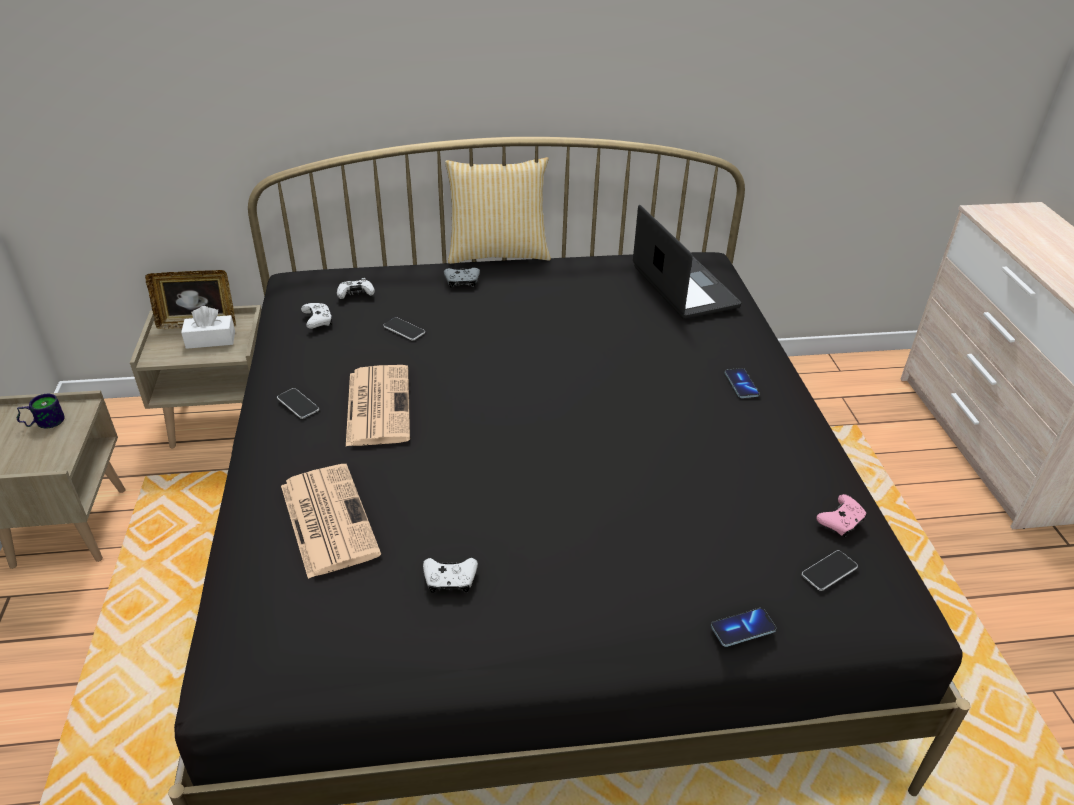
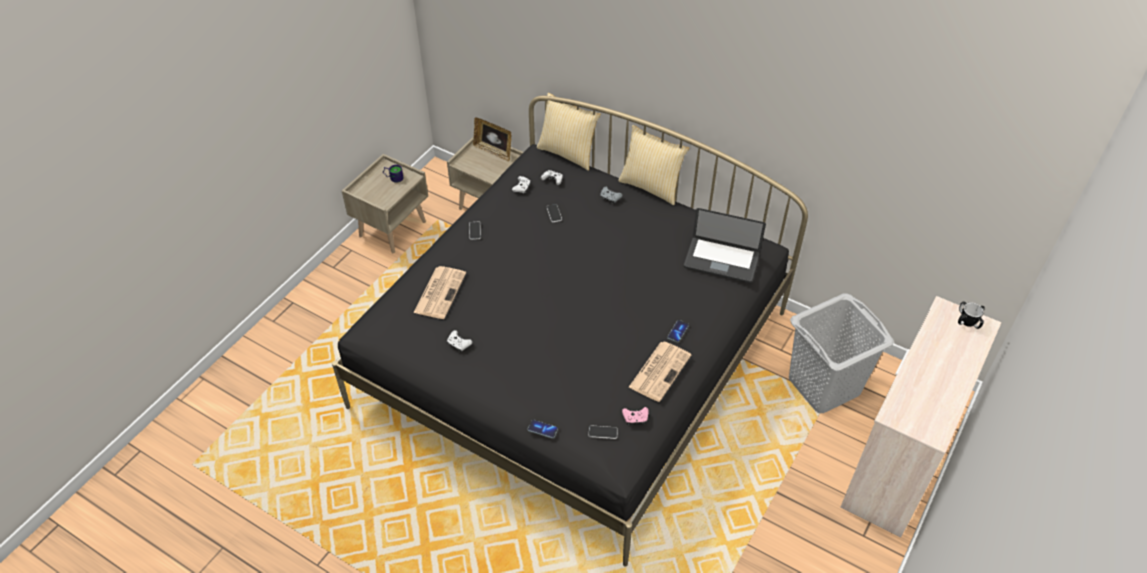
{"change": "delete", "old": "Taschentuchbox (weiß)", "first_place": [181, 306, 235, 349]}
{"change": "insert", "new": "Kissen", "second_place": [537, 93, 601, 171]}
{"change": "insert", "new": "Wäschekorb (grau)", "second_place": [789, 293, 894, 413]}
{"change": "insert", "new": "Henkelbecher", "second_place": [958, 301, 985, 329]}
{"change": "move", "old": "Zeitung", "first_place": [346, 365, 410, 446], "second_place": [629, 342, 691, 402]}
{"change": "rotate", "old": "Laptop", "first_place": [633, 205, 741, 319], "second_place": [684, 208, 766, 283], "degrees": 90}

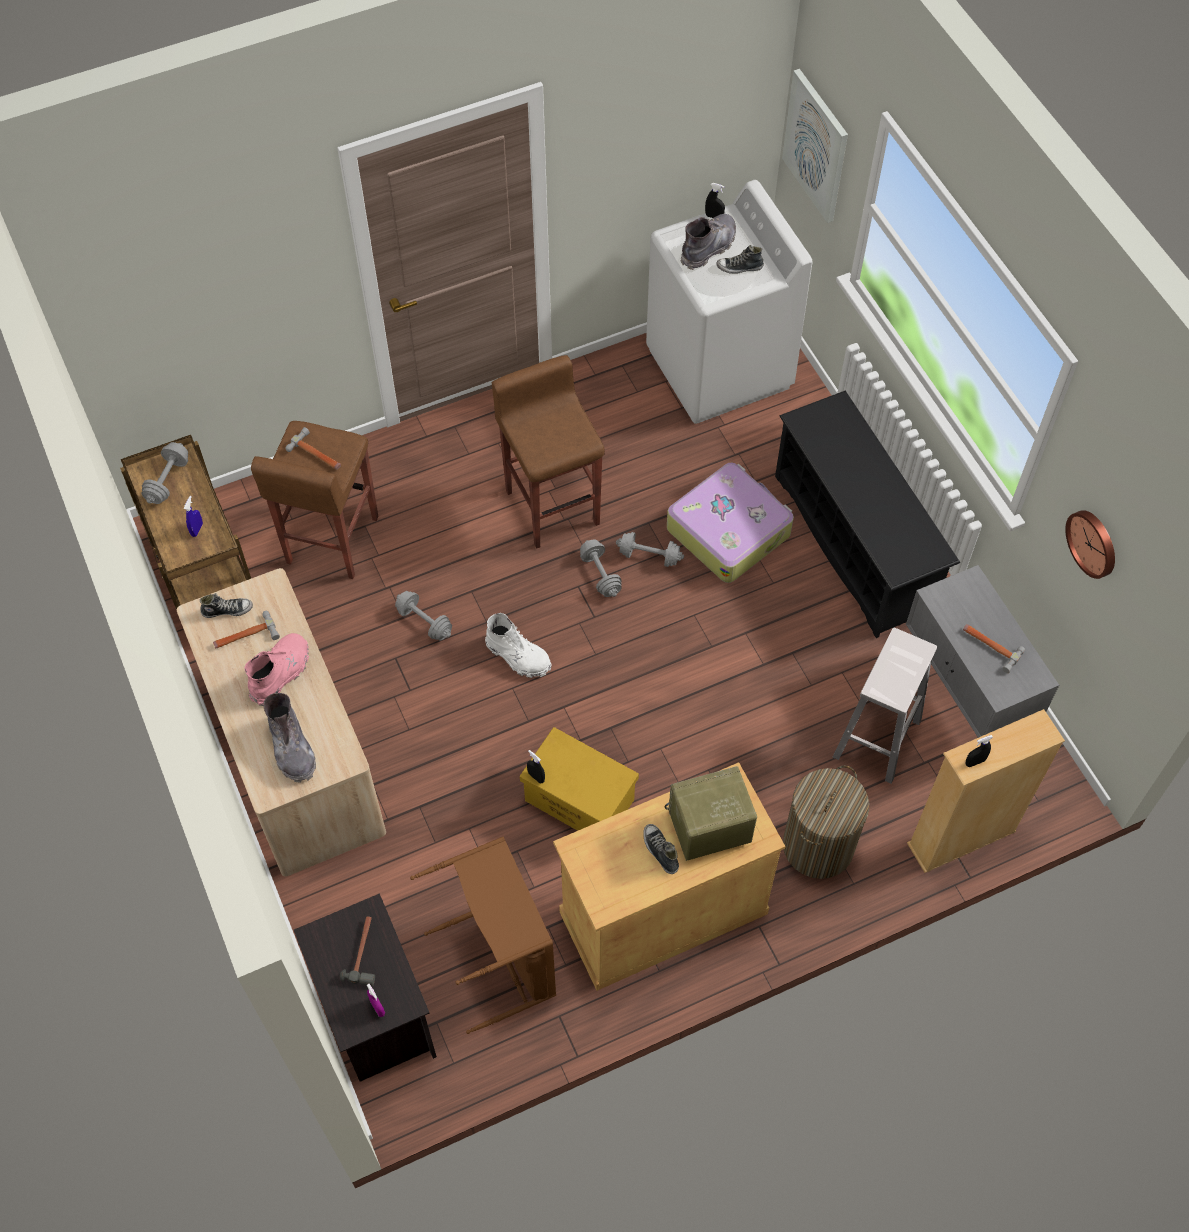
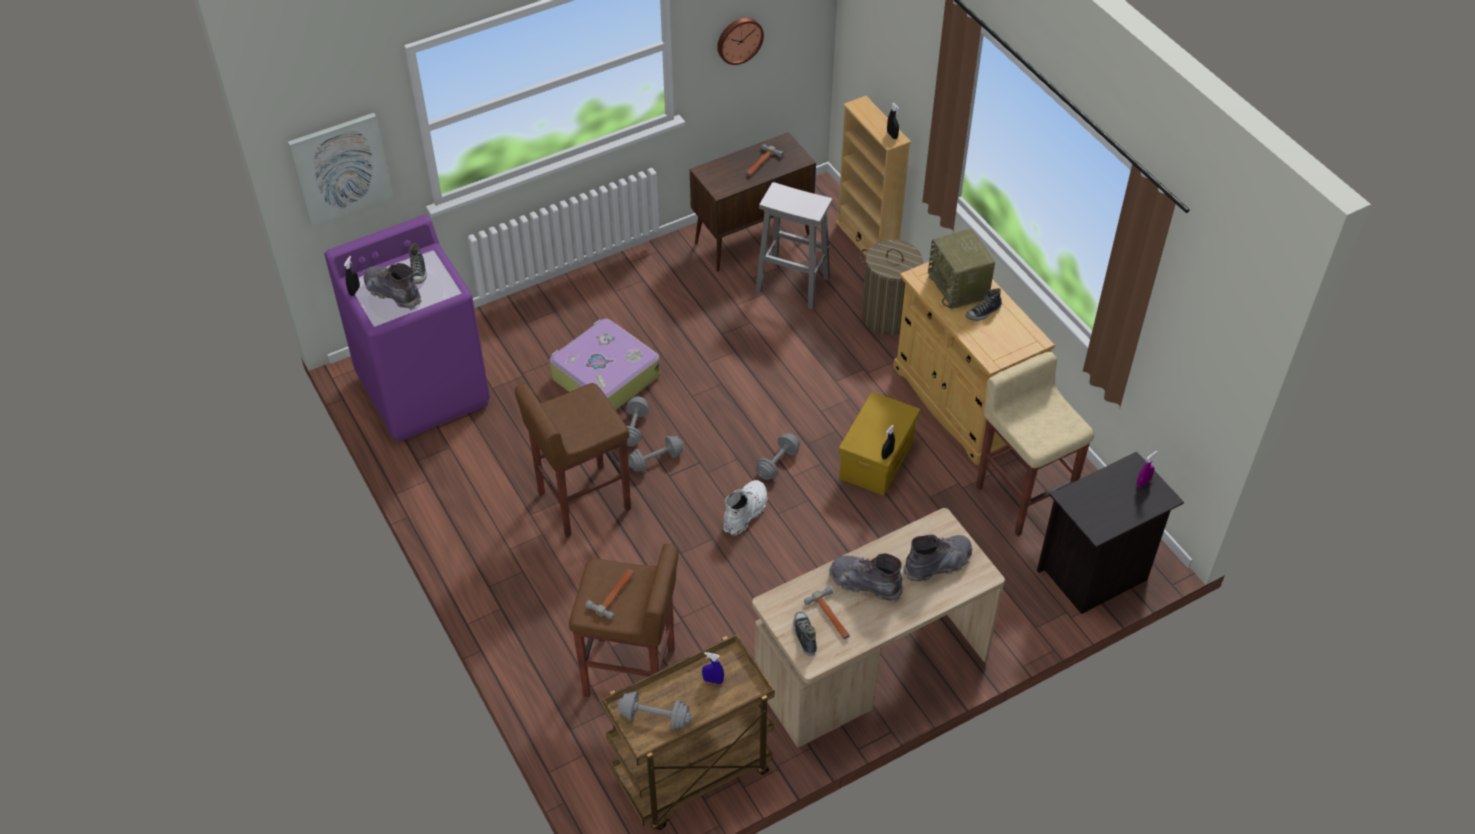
{"change": "delete", "old": "Hammer", "first_place": [340, 916, 375, 986]}
{"change": "delete", "old": "Schuhregal (schwarz)", "first_place": [775, 391, 960, 638]}
{"change": "move", "old": "Hantel (grau)", "first_place": [395, 591, 452, 641], "second_place": [756, 433, 800, 480]}
{"change": "replace", "old": "Wäschekorb (braun)", "new": "Hocker (beige)", "first_place": [410, 837, 556, 1034], "second_place": [976, 352, 1094, 536]}
{"change": "recolor", "old": "Stiefel (rosa)", "new": "Stiefel (grau)", "first_place": [245, 633, 309, 706], "second_place": [829, 553, 903, 602]}
{"change": "recolor", "old": "Waschmaschine (weiß)", "new": "Waschmaschine (lila)", "first_place": [646, 180, 812, 424], "second_place": [324, 215, 490, 442]}
{"change": "recolor", "old": "Schrank (grau)", "new": "Schrank (braun)", "first_place": [906, 565, 1059, 738], "second_place": [690, 132, 816, 272]}

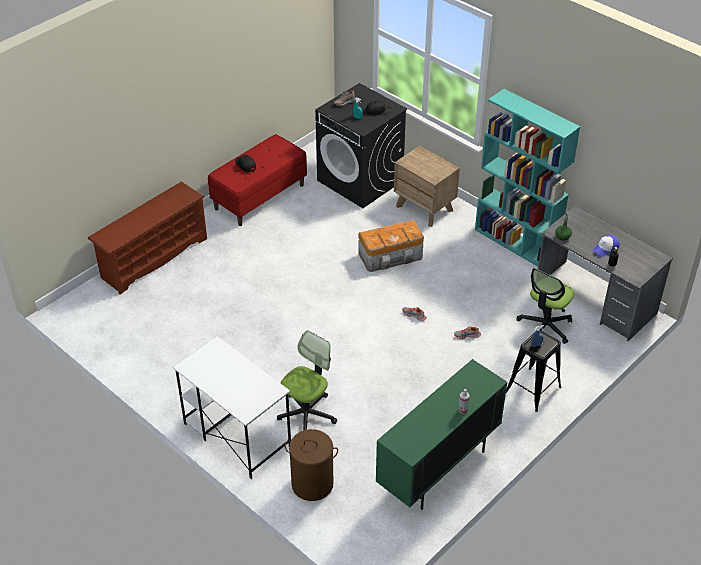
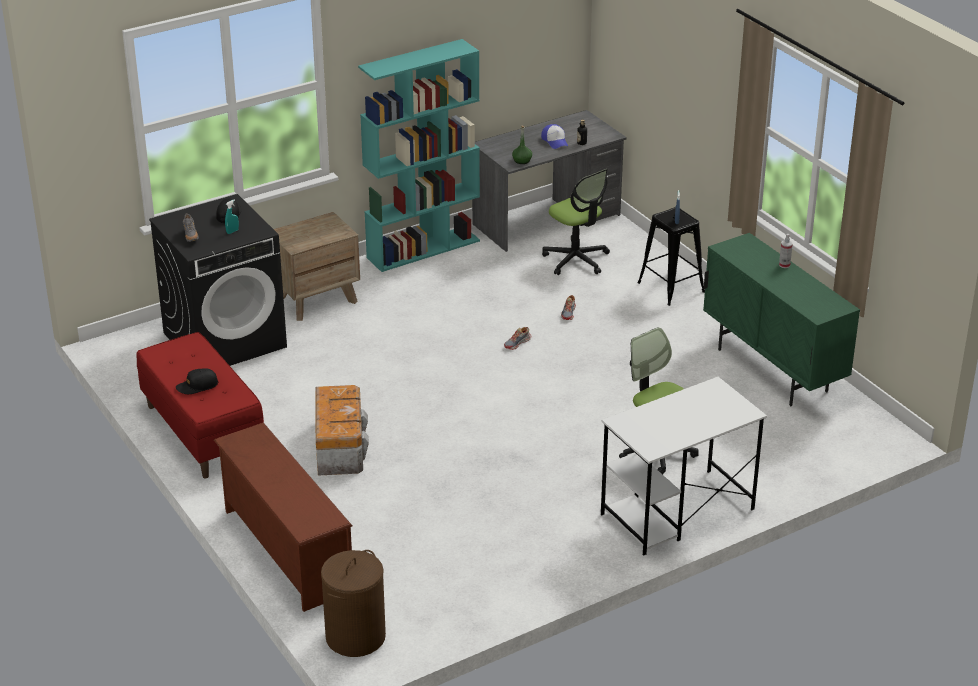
{"change": "move", "old": "Wäschekorb (braun)", "first_place": [285, 429, 338, 501], "second_place": [321, 550, 386, 657]}
{"change": "move", "old": "Aufbewahrungsbox", "first_place": [358, 220, 424, 272], "second_place": [316, 385, 369, 476]}

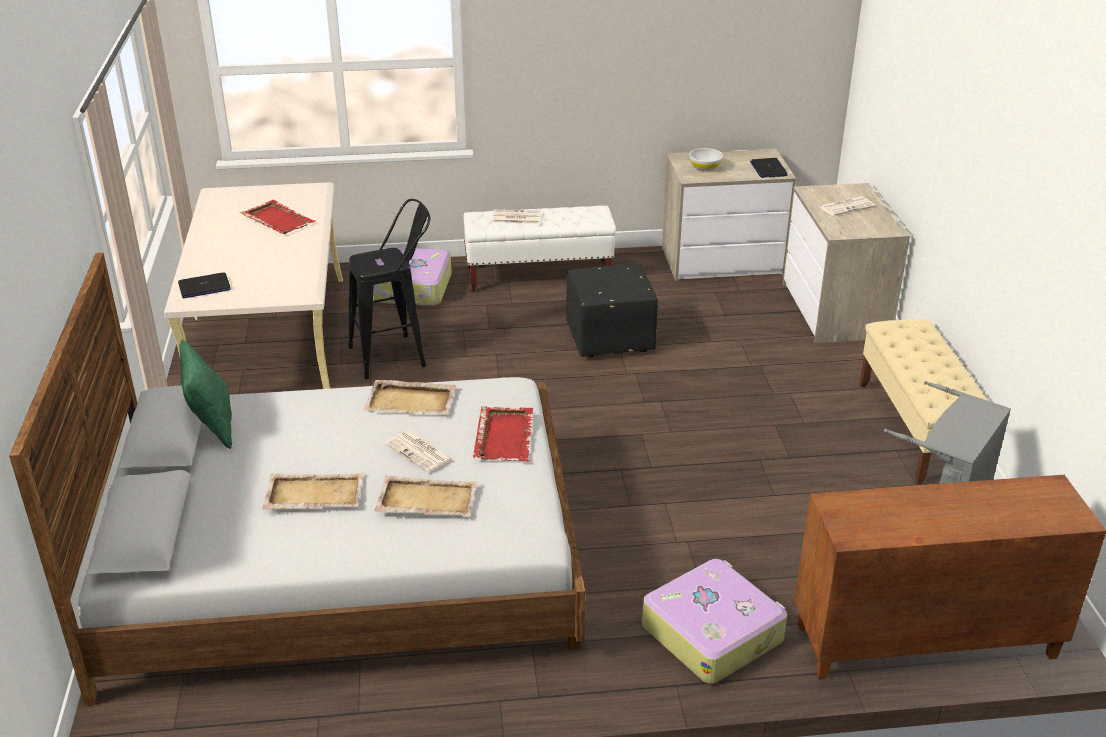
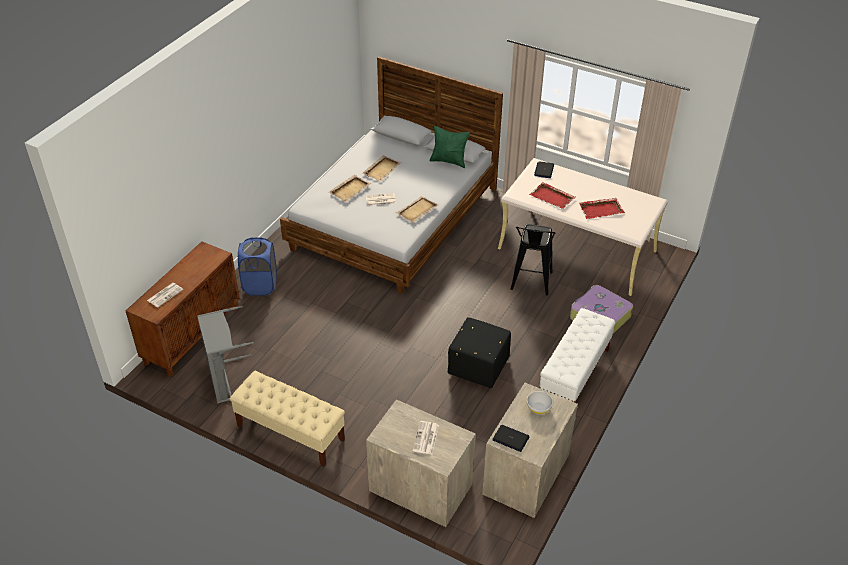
{"change": "move", "old": "Tablett (rot)", "first_place": [473, 406, 533, 462], "second_place": [529, 182, 575, 209]}
{"change": "move", "old": "Zeitung", "first_place": [492, 209, 541, 224], "second_place": [147, 283, 183, 308]}
{"change": "replace", "old": "Koffer", "new": "Wäschekorb (blau)", "first_place": [642, 559, 787, 684], "second_place": [238, 237, 277, 296]}

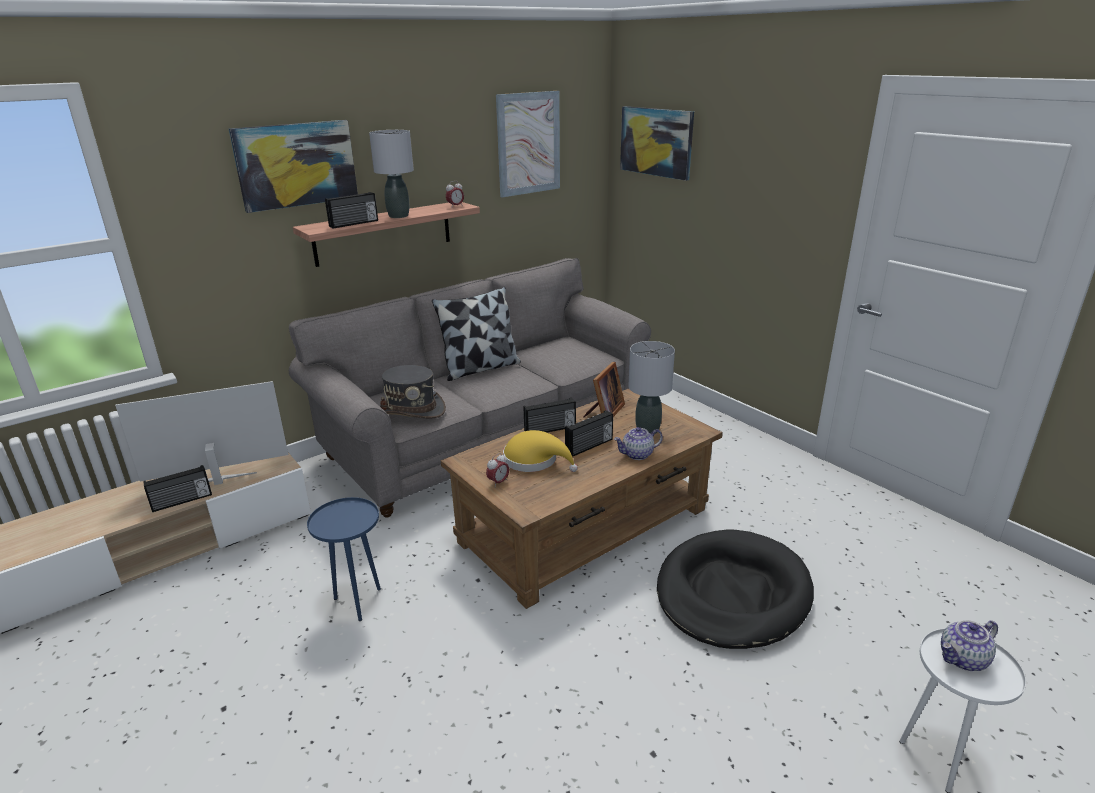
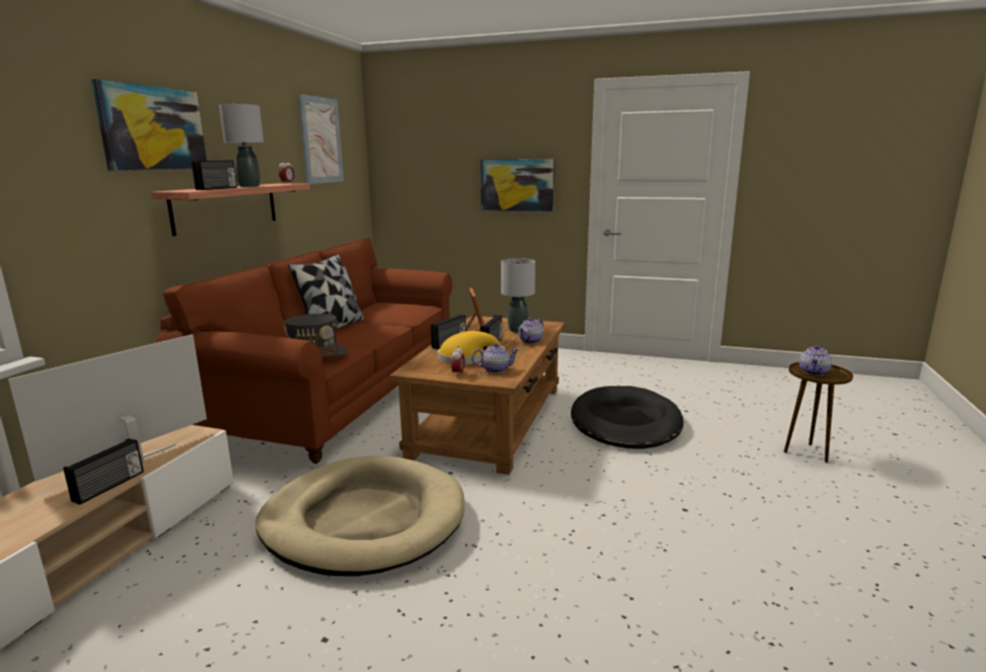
{"change": "insert", "new": "Teekanne", "second_place": [472, 343, 520, 373]}
{"change": "move", "old": "Bild", "first_place": [620, 106, 694, 181], "second_place": [480, 159, 555, 212]}
{"change": "replace", "old": "Beistelltisch (blau)", "new": "Hundebett (beige)", "first_place": [307, 497, 381, 621], "second_place": [255, 456, 464, 576]}
{"change": "recolor", "old": "Sofa (grau)", "new": "Sofa (braun)", "first_place": [289, 258, 651, 518], "second_place": [156, 238, 452, 464]}
{"change": "recolor", "old": "Beistelltisch (weiß)", "new": "Beistelltisch (braun)", "first_place": [899, 628, 1026, 793], "second_place": [784, 362, 853, 463]}

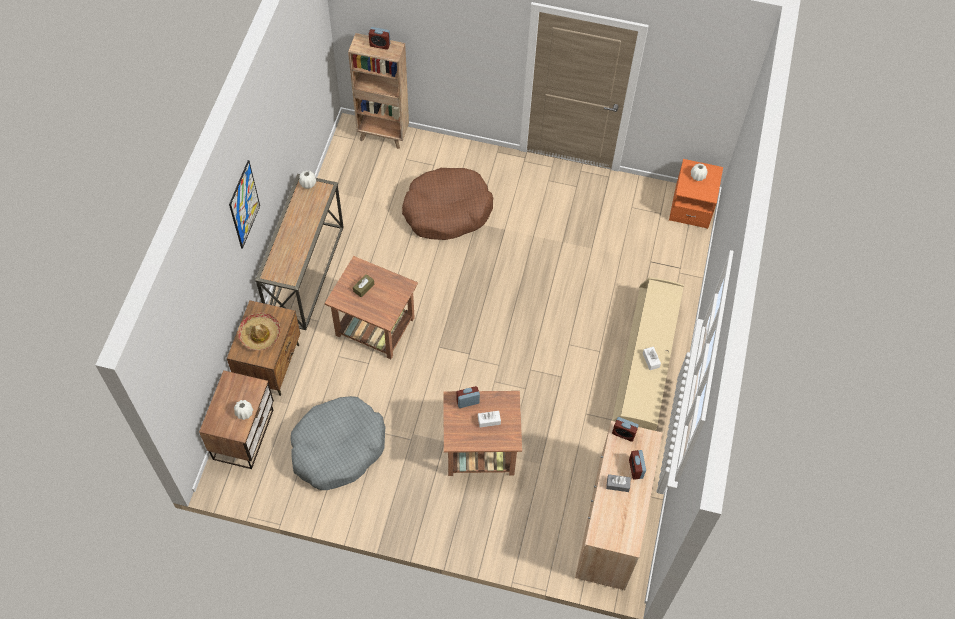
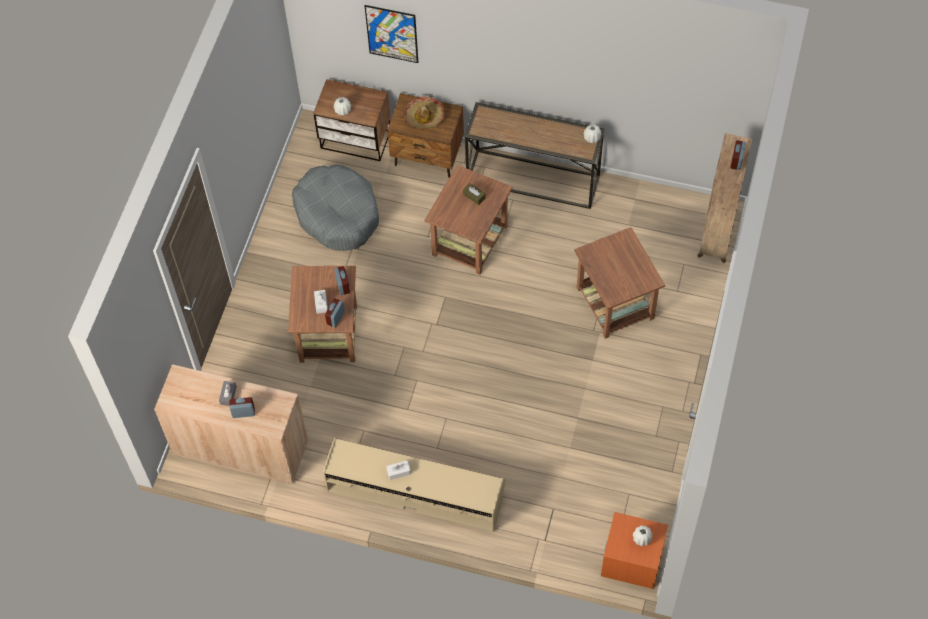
{"change": "move", "old": "Bild", "first_place": [229, 160, 260, 249], "second_place": [365, 5, 418, 63]}
{"change": "move", "old": "Wecker", "first_place": [612, 417, 639, 442], "second_place": [325, 298, 345, 328]}
{"change": "replace", "old": "Hundebett (braun)", "new": "Beistelltisch (braun)", "first_place": [402, 168, 493, 240], "second_place": [574, 227, 665, 339]}

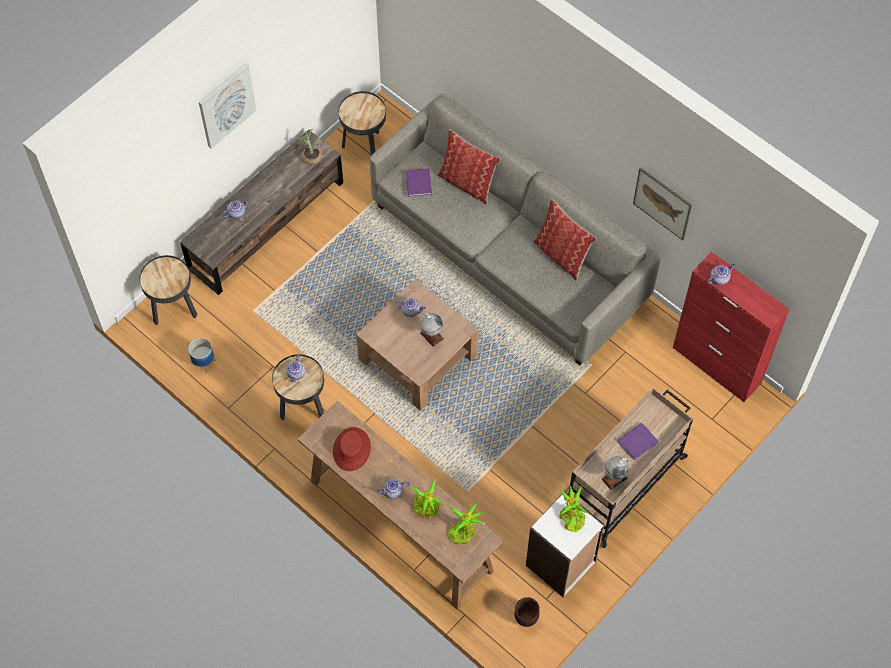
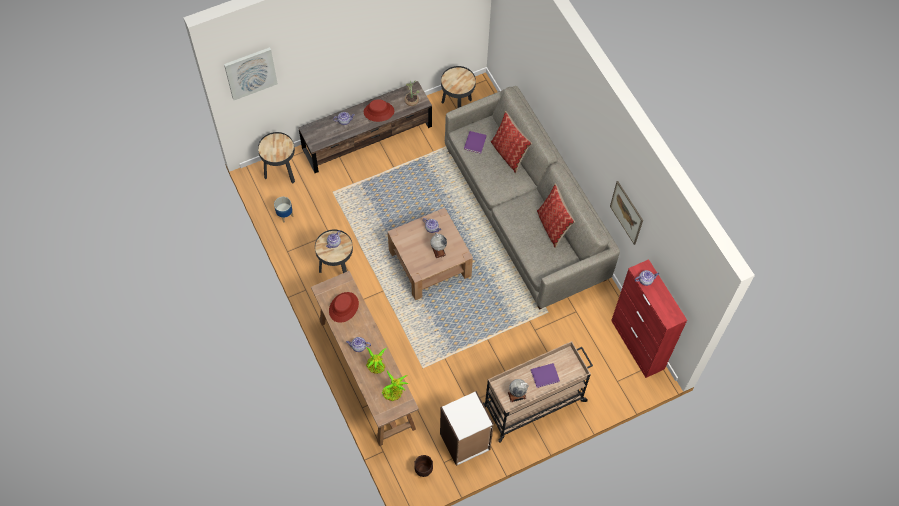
{"change": "delete", "old": "Topfpflanze", "first_place": [559, 485, 588, 532]}
{"change": "insert", "new": "Hut (rot)", "second_place": [364, 99, 394, 122]}
{"change": "move", "old": "Bild", "first_place": [199, 63, 256, 149], "second_place": [224, 47, 278, 100]}

